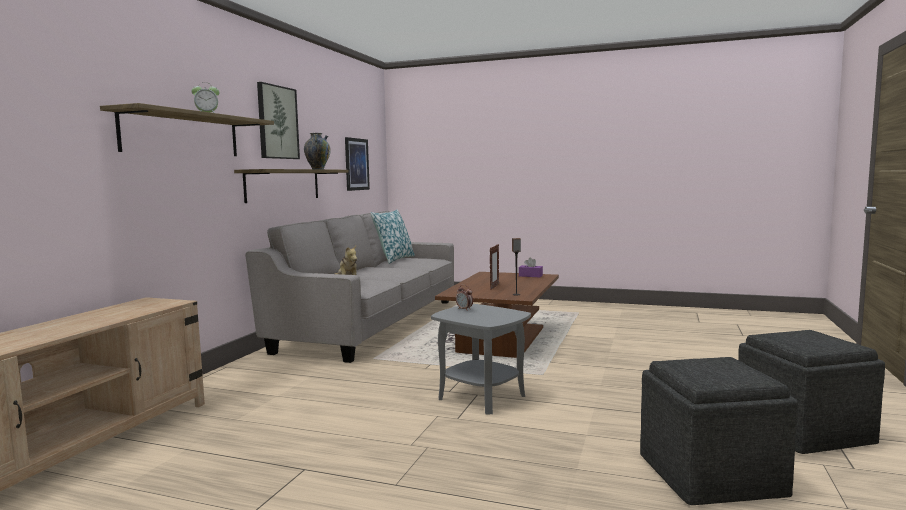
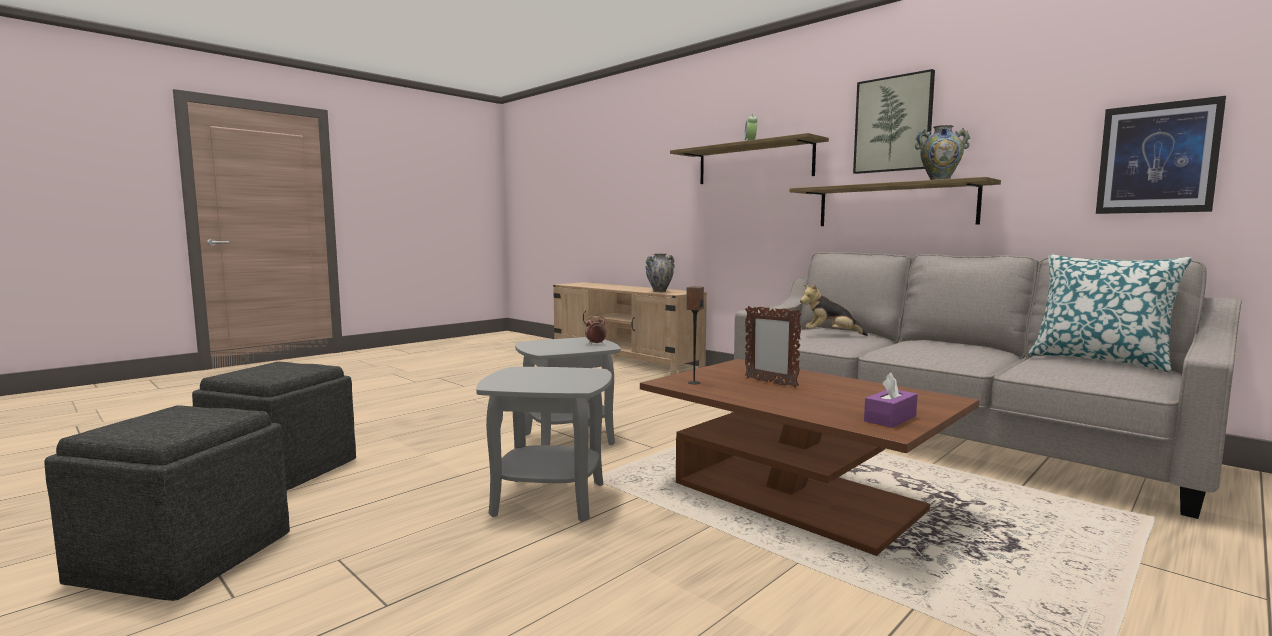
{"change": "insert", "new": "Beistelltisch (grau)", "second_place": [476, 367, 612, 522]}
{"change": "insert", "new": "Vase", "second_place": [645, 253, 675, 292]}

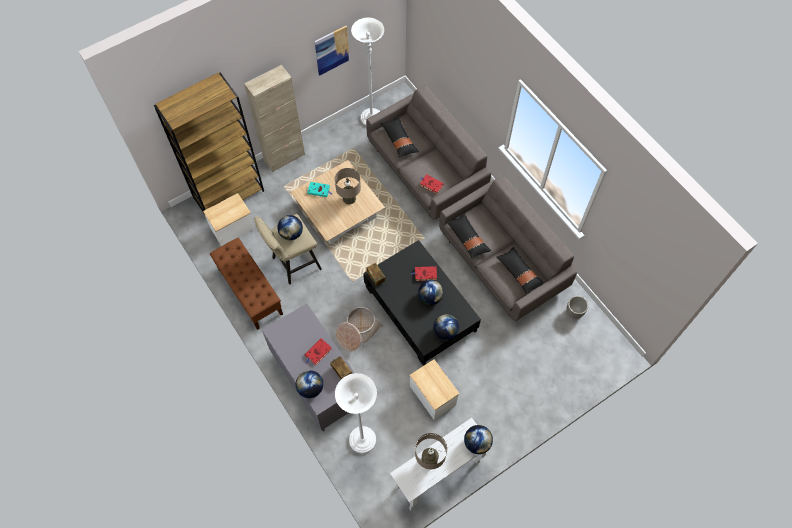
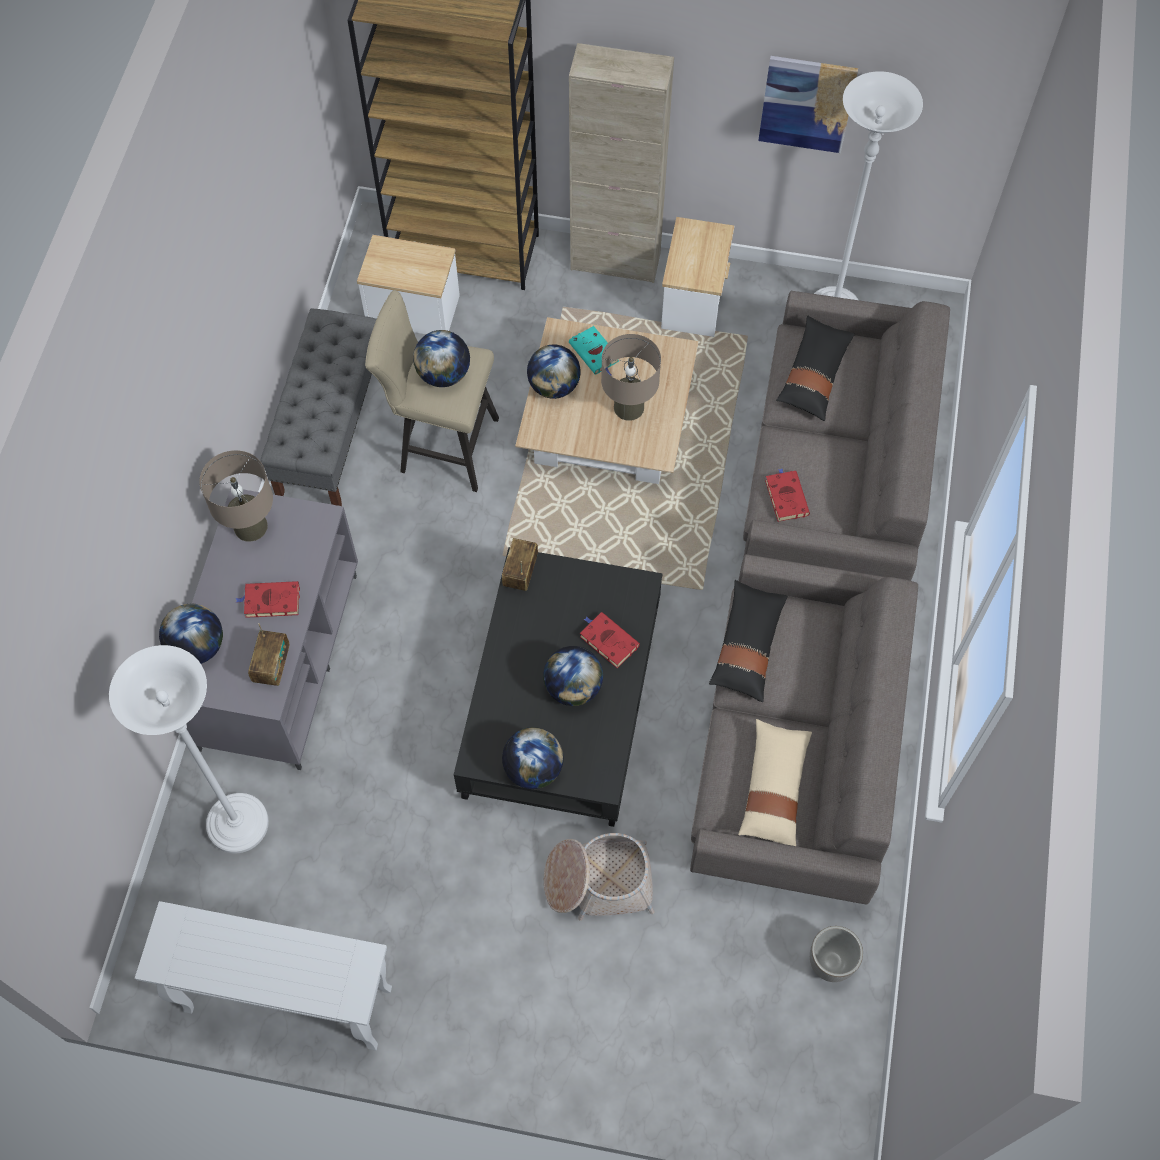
{"change": "move", "old": "Korb", "first_place": [336, 307, 383, 351], "second_place": [544, 833, 655, 921]}
{"change": "move", "old": "Beistelltisch", "first_place": [410, 359, 460, 420], "second_place": [661, 217, 735, 337]}
{"change": "move", "old": "Tischlampe (beige)", "first_place": [415, 433, 447, 469], "second_place": [199, 450, 273, 542]}
{"change": "move", "old": "Globus", "first_place": [464, 425, 493, 454], "second_place": [527, 345, 581, 399]}
{"change": "recolor", "old": "Bank (braun)", "new": "Bank (grau)", "first_place": [210, 238, 283, 330], "second_place": [260, 309, 376, 506]}
{"change": "recolor", "old": "Kissen (schwarz)", "new": "Kissen (beige)", "first_place": [496, 247, 544, 294], "second_place": [738, 719, 812, 846]}

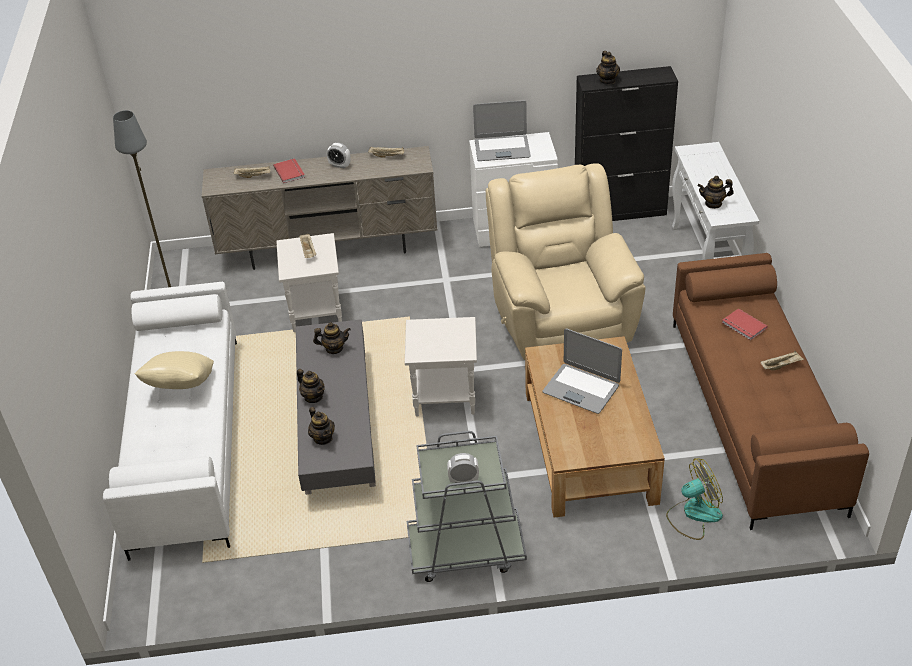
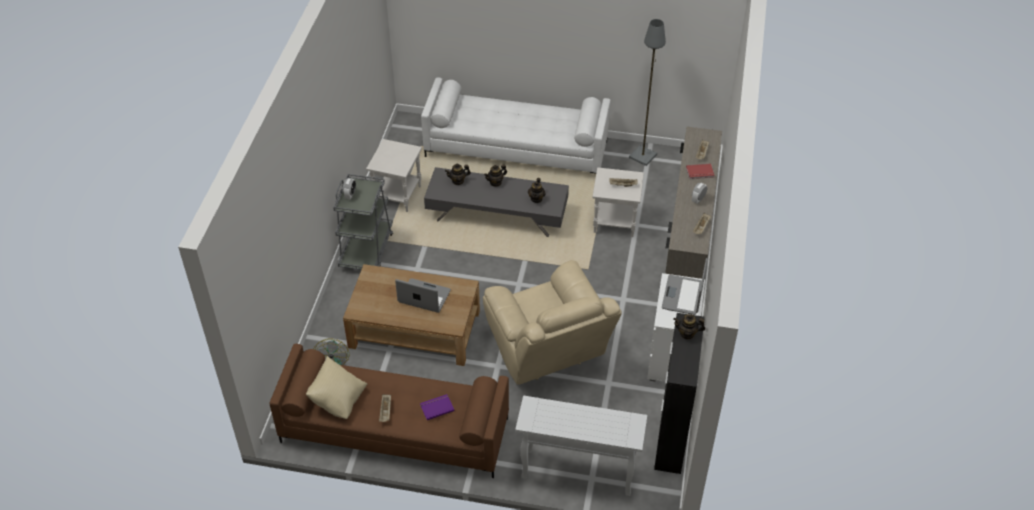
{"change": "delete", "old": "Teekanne", "first_place": [698, 176, 734, 209]}
{"change": "move", "old": "Kissen (beige)", "first_place": [134, 351, 214, 389], "second_place": [306, 356, 367, 419]}
{"change": "move", "old": "Beistelltisch (weiß)", "first_place": [405, 317, 477, 417], "second_place": [366, 139, 422, 212]}
{"change": "recolor", "old": "Buch (rot)", "new": "Buch (lila)", "first_place": [722, 308, 768, 341], "second_place": [420, 394, 454, 420]}
{"change": "rotate", "old": "Sessel (beige)", "first_place": [486, 163, 645, 360], "second_place": [483, 260, 622, 385], "degrees": 60}
{"change": "rotate", "old": "Laptop", "first_place": [543, 328, 622, 414], "second_place": [395, 278, 451, 313], "degrees": 60}

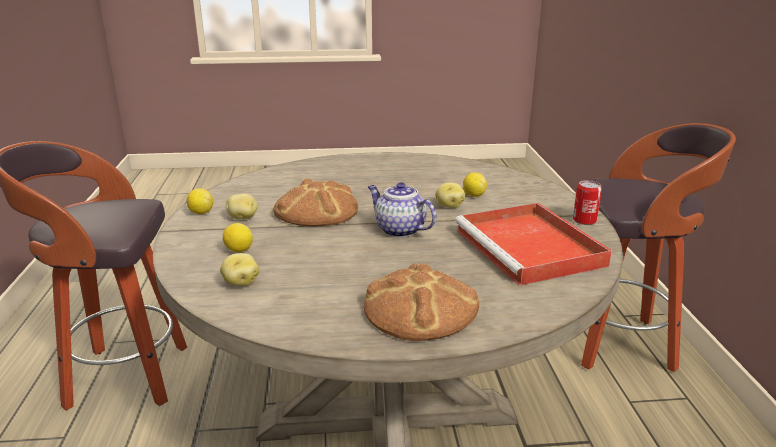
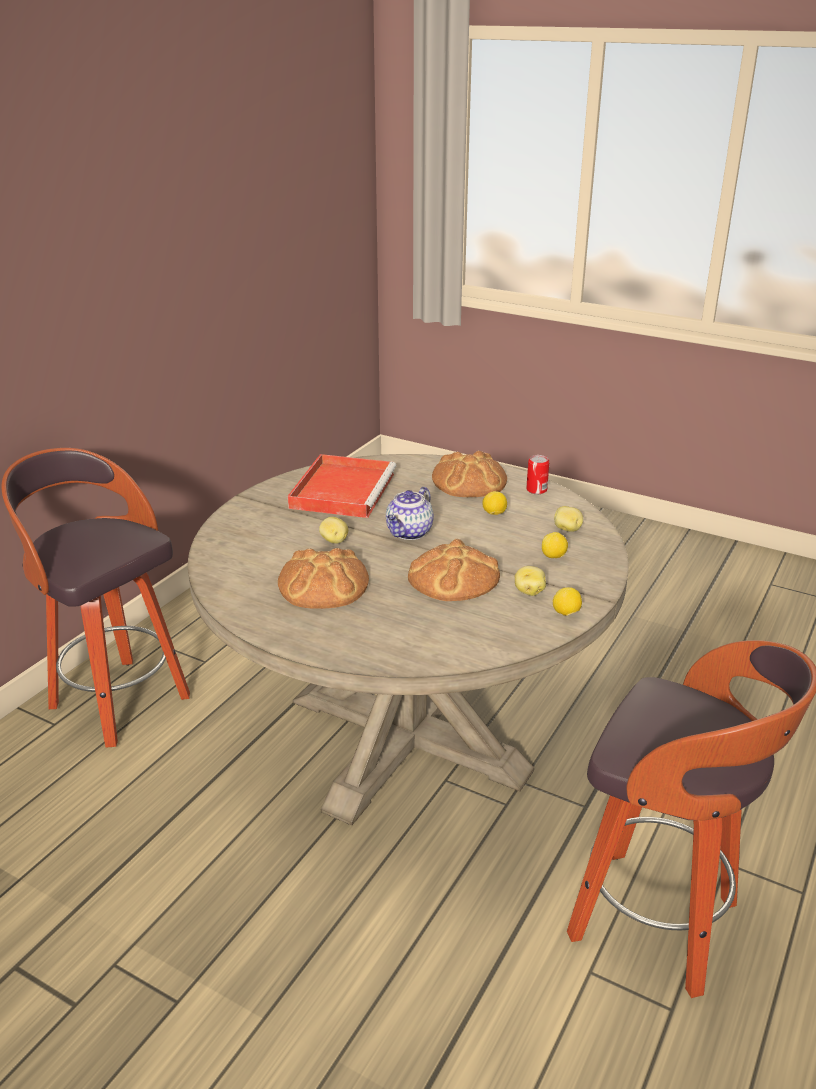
{"change": "insert", "new": "Brot", "second_place": [278, 548, 369, 609]}
{"change": "move", "old": "Zitrone", "first_place": [463, 172, 487, 197], "second_place": [482, 491, 507, 515]}
{"change": "move", "old": "Dose", "first_place": [573, 180, 602, 225], "second_place": [526, 455, 549, 494]}
{"change": "rotate", "old": "Teekanne", "first_place": [368, 182, 436, 238], "second_place": [386, 487, 434, 540], "degrees": 45}

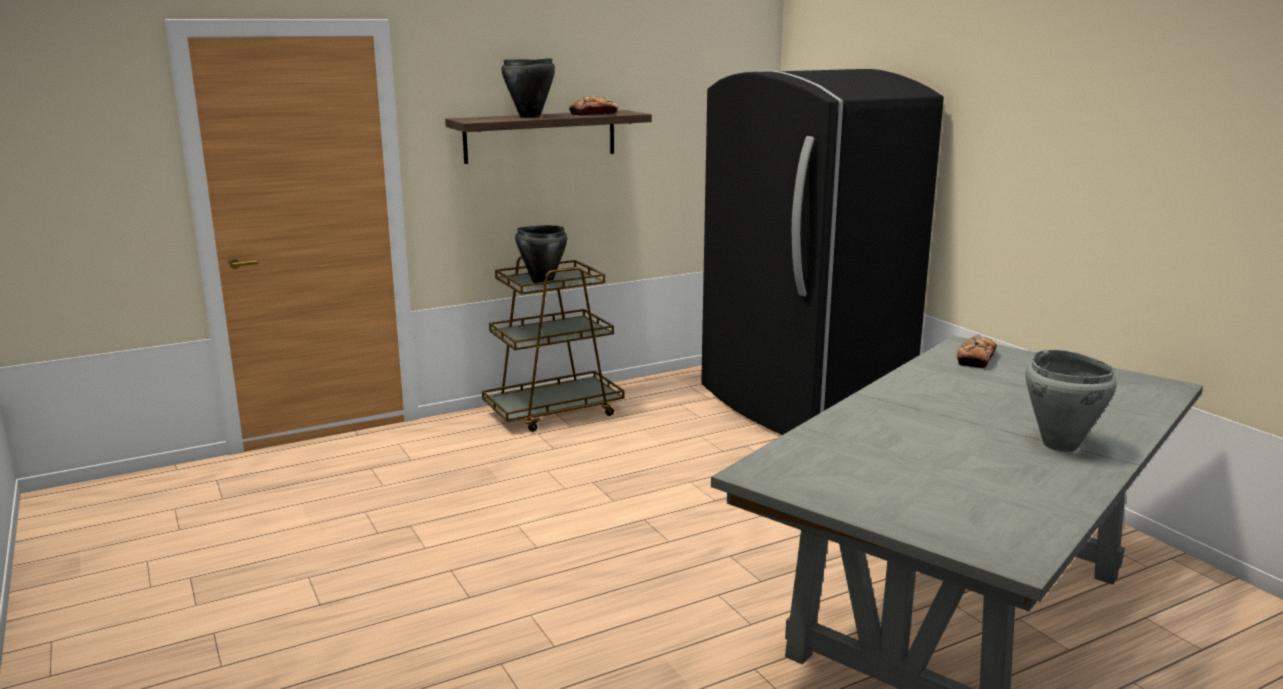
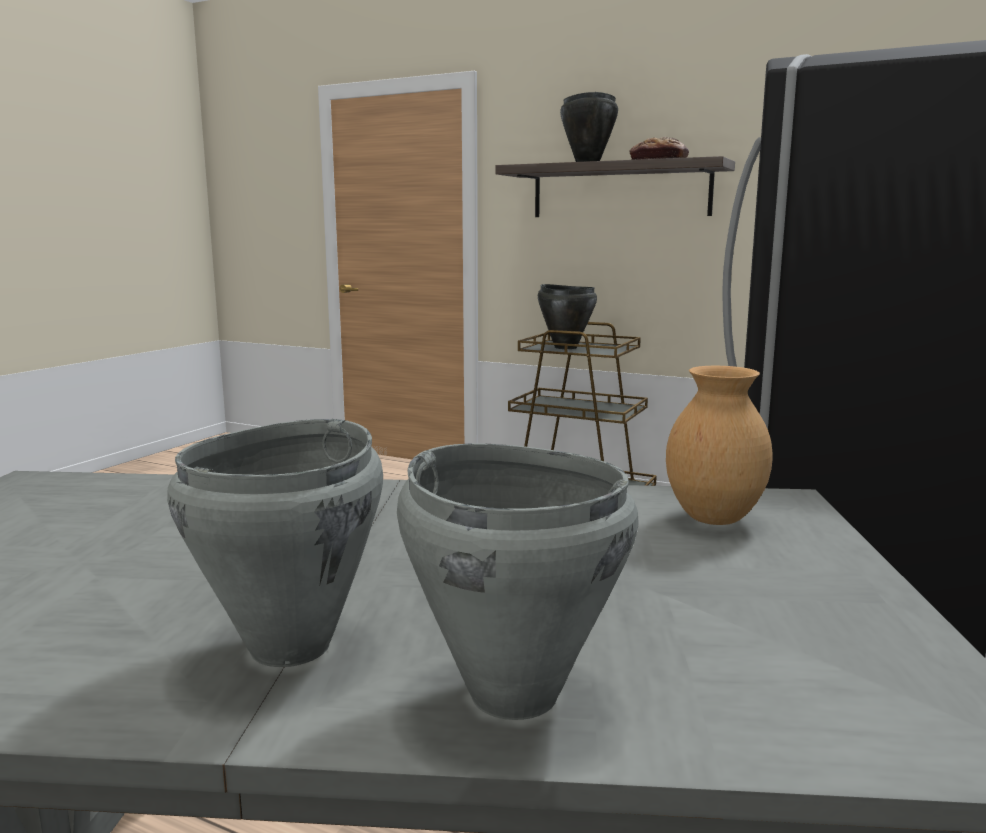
{"change": "insert", "new": "Kochtopf (grau)", "second_place": [397, 443, 639, 720]}
{"change": "replace", "old": "Brot", "new": "Vase (braun)", "first_place": [957, 334, 997, 369], "second_place": [666, 366, 773, 525]}

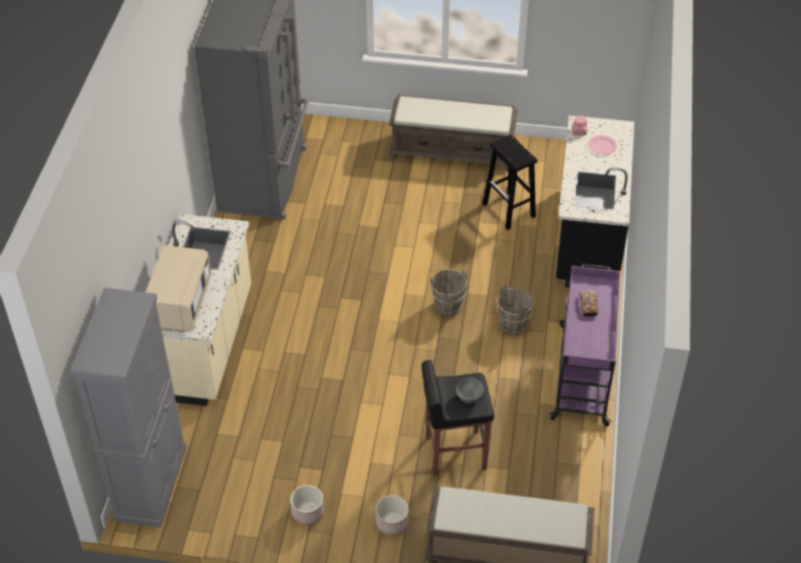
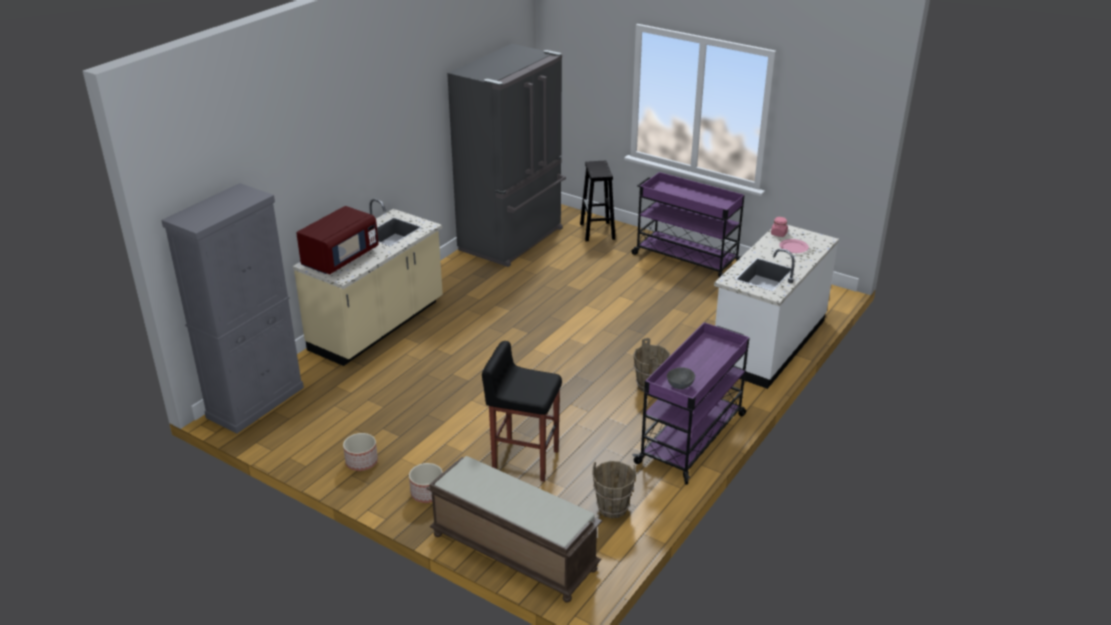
{"change": "delete", "old": "Brot", "first_place": [579, 290, 598, 317]}
{"change": "move", "old": "Eimer (braun)", "first_place": [431, 269, 467, 316], "second_place": [593, 461, 636, 518]}
{"change": "move", "old": "Schüssel (grau)", "first_place": [456, 377, 484, 402], "second_place": [667, 367, 695, 389]}
{"change": "move", "old": "Hocker (schwarz)", "first_place": [482, 135, 537, 230], "second_place": [580, 161, 615, 241]}
{"change": "replace", "old": "Bank (braun)", "new": "Rollwagen (lila)", "first_place": [389, 95, 518, 171], "second_place": [631, 172, 745, 278]}
{"change": "recolor", "old": "Mikrowelle (beige)", "new": "Mikrowelle (rot)", "first_place": [146, 245, 211, 332], "second_place": [296, 206, 379, 274]}
{"change": "recolor", "old": "Küchenzeile (schwarz)", "new": "Küchenzeile (weiß)", "first_place": [556, 115, 634, 288], "second_place": [714, 225, 839, 389]}

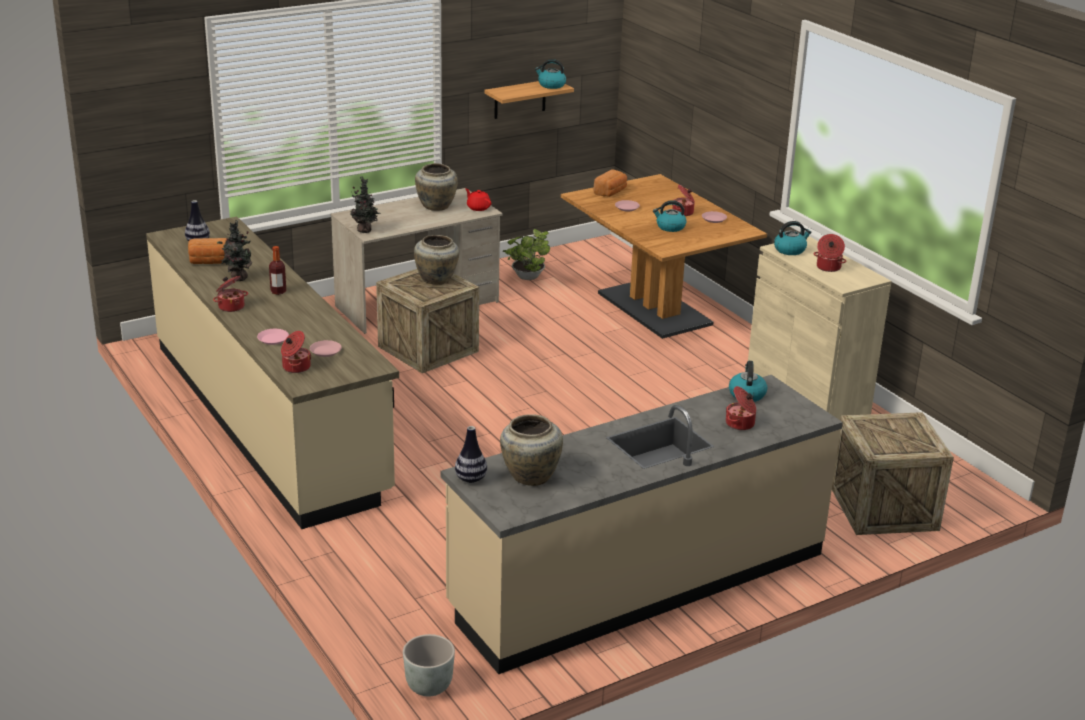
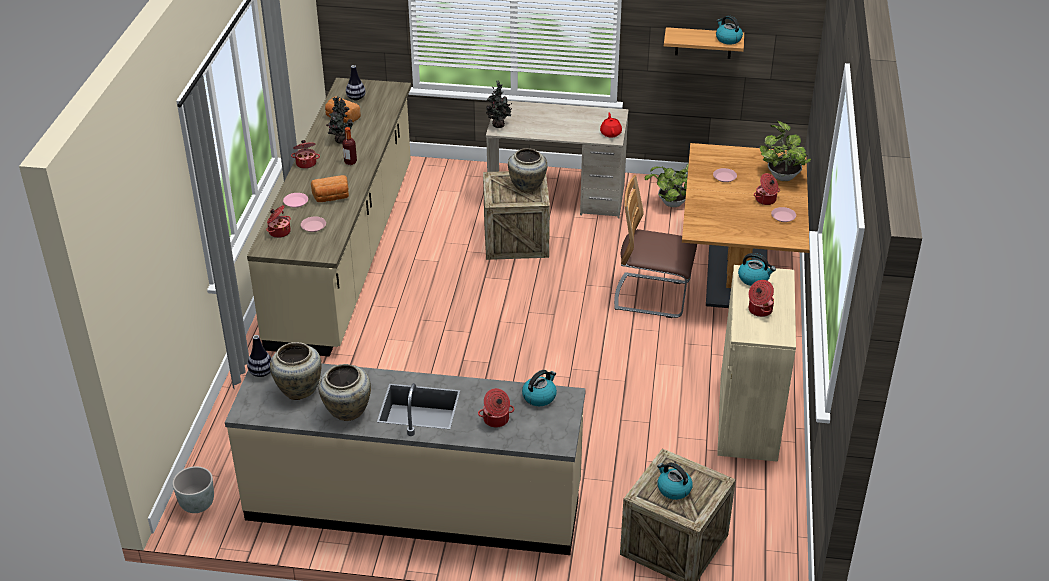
{"change": "insert", "new": "Stuhl", "second_place": [614, 175, 697, 318]}
{"change": "insert", "new": "Topfpflanze", "second_place": [760, 121, 811, 181]}
{"change": "move", "old": "Vase (beige)", "first_place": [415, 163, 458, 211], "second_place": [318, 364, 371, 421]}
{"change": "move", "old": "Brot", "first_place": [594, 169, 627, 197], "second_place": [311, 175, 349, 202]}
{"change": "move", "old": "Wasserkessel", "first_place": [653, 200, 687, 232], "second_place": [657, 463, 693, 500]}

